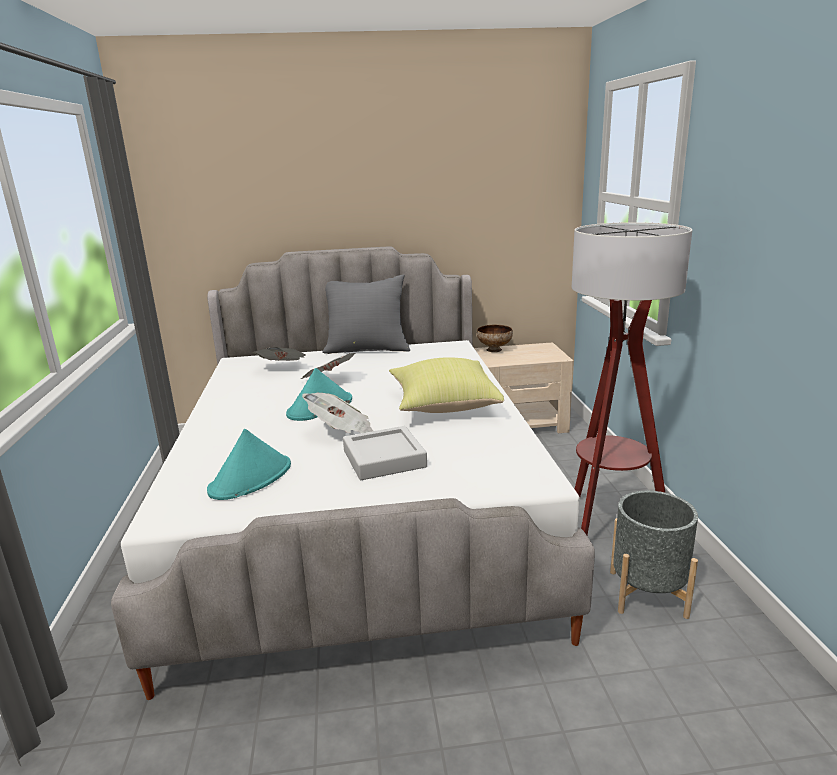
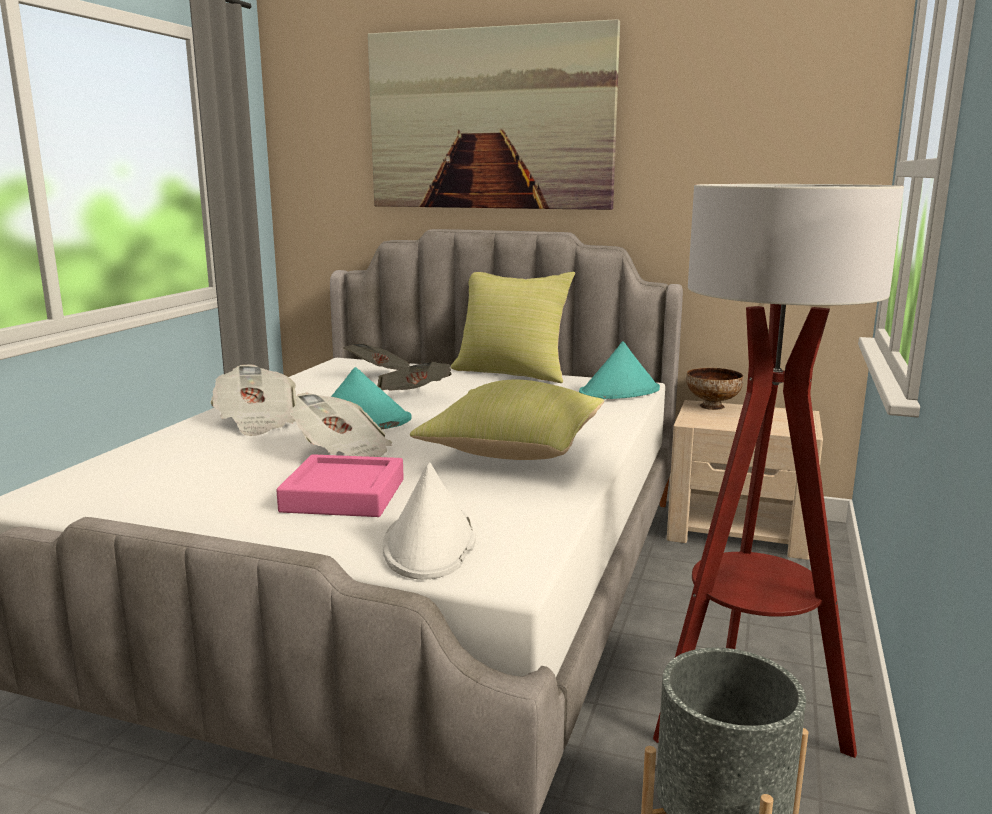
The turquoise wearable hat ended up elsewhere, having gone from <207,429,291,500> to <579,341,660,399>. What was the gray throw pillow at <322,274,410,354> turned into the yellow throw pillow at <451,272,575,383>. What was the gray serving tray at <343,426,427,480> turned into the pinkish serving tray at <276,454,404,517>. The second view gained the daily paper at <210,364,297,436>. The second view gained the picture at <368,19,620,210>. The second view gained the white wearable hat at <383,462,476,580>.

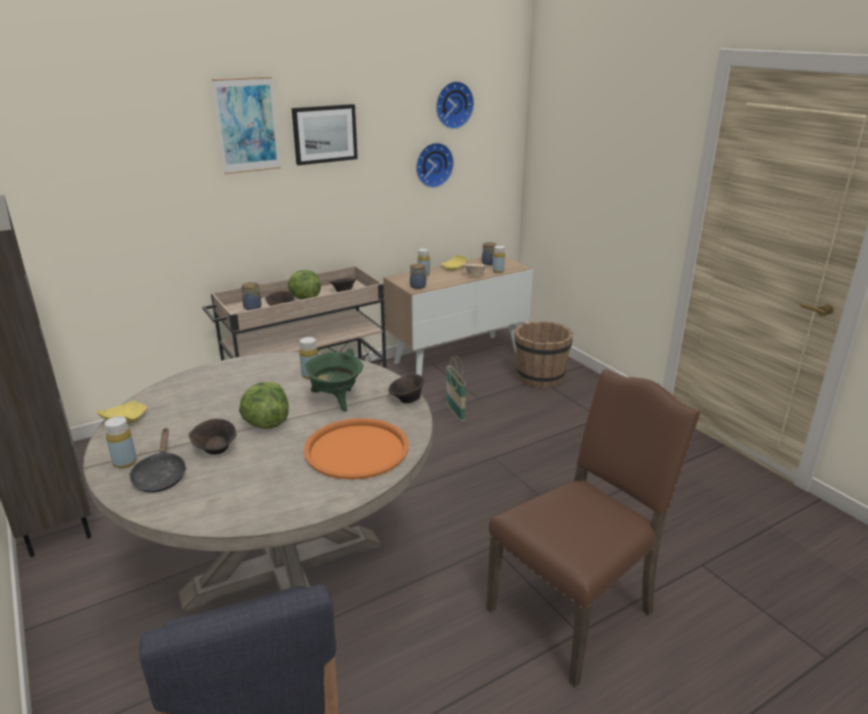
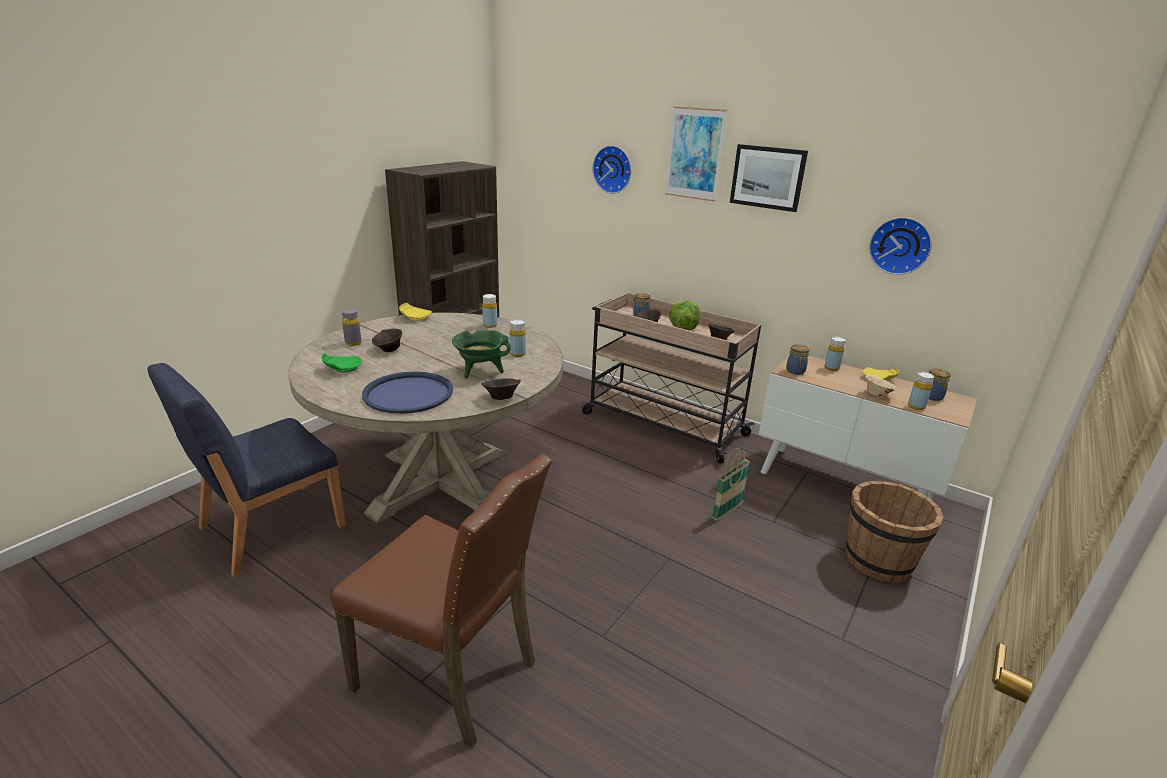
The yellow beverage bottle ended up elsewhere, having gone from <104,416,137,468> to <482,294,497,328>. Where the black pan stood at <129,428,186,493>, the gray beverage bottle came to stand at <342,309,362,346>. The second view lost the lettuce head at <239,382,289,429>. What was the orange-coloured serving tray at <304,418,409,480> turned into the bluish serving tray at <362,372,453,414>. The clock on the wall ended up elsewhere, having gone from <436,81,474,129> to <593,145,631,194>. The second view gained the greenish flat dish at <322,353,362,373>.

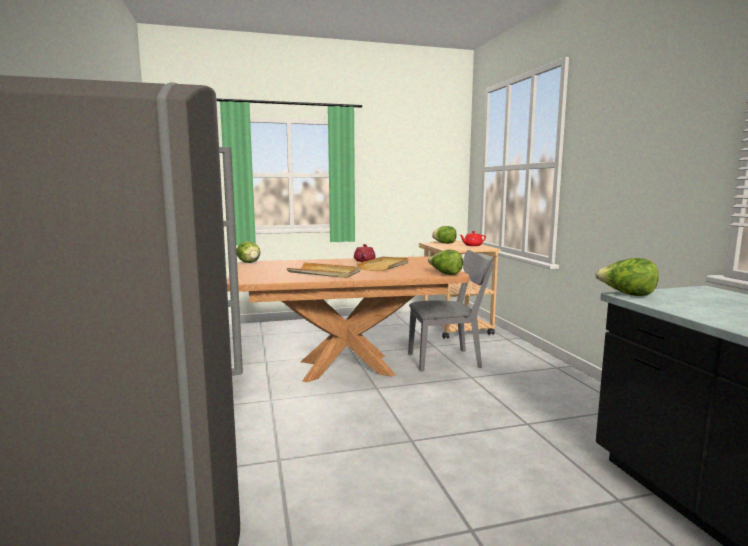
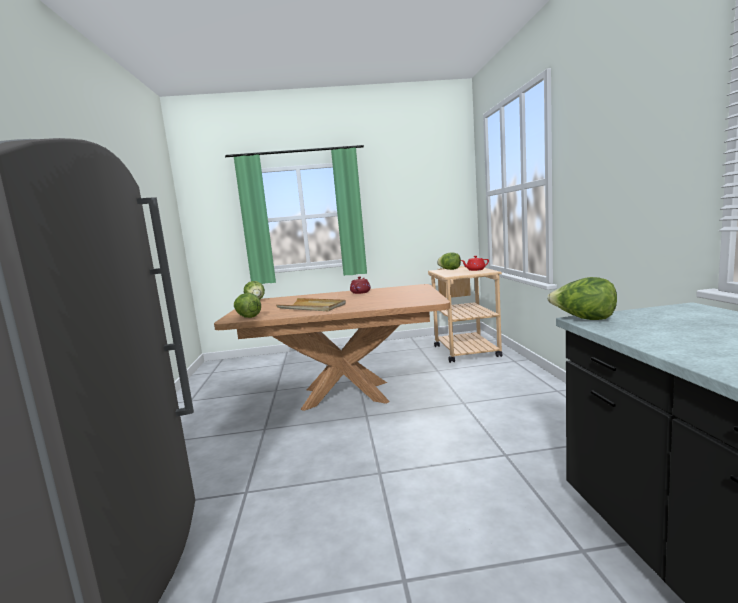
The second view lost the beige-coloured serving tray at <356,257,408,271>. The second view lost the gray chair at <408,250,494,372>. The lettuce head ended up elsewhere, having gone from <428,249,463,275> to <234,293,261,318>.

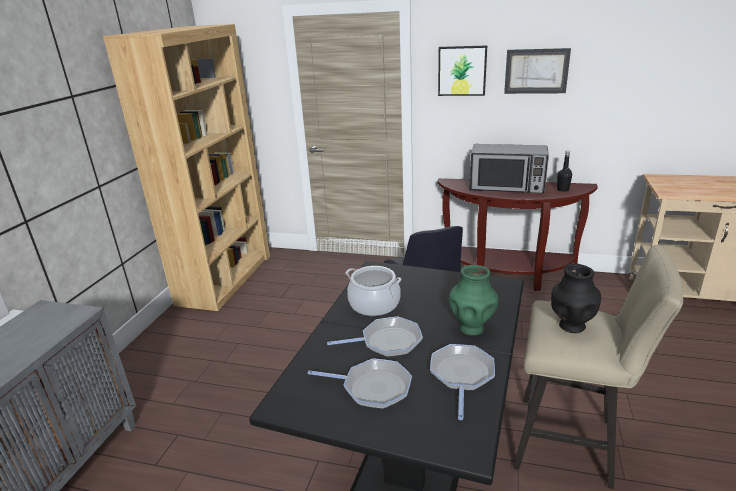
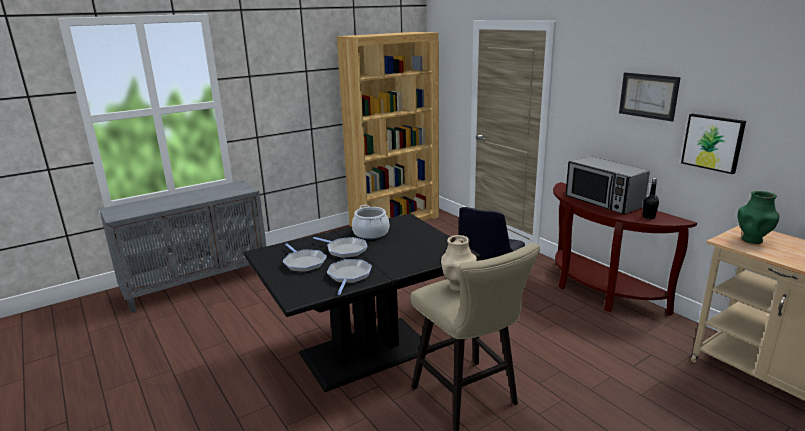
The pan at <430,344,495,420> ended up facing another way, 45 degrees counterclockwise from before. The picture ended up elsewhere, having gone from <438,45,487,96> to <681,114,746,174>. The greenish vase ended up elsewhere, having gone from <449,265,498,336> to <737,191,780,244>. What was the black vase at <551,263,601,333> turned into the beige-coloured vase at <441,235,477,292>.

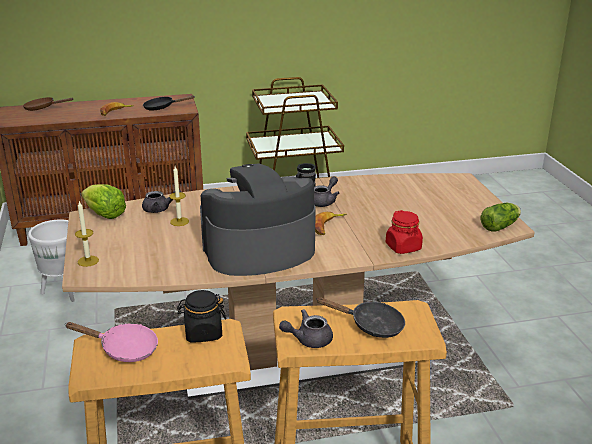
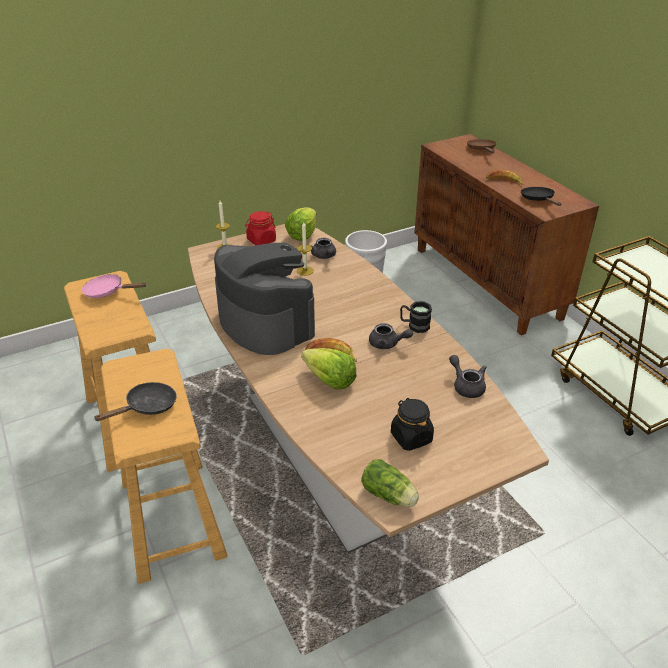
The pinkish pan at <65,322,158,362> ended up facing another way, 105 degrees clockwise from before. The black jar ended up elsewhere, having gone from <177,290,226,343> to <391,398,434,451>. The gray pot for tea ended up elsewhere, having gone from <279,309,333,348> to <449,355,486,398>. The black pan at <317,297,405,338> ended up facing another way, 135 degrees counterclockwise from before. The red jar ended up elsewhere, having gone from <386,210,423,254> to <245,211,276,245>. The second view gained the lettuce head at <301,348,357,390>.

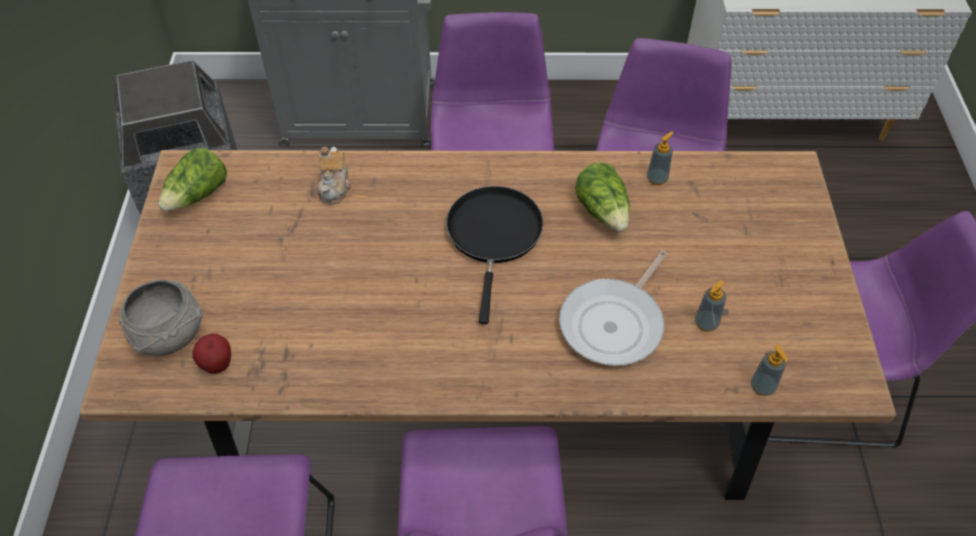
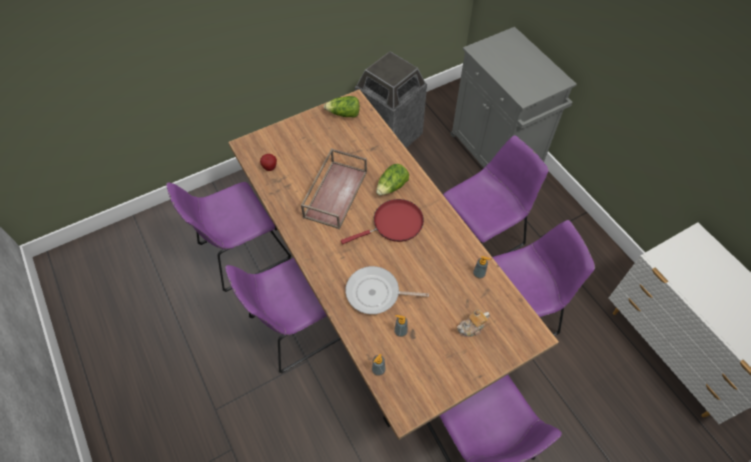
The second view lost the gray deep dish at <119,279,203,356>. The pot for tea ended up elsewhere, having gone from <317,147,352,205> to <457,310,490,337>. What was the black pan at <446,186,544,324> turned into the red pan at <341,199,424,244>. The lettuce head ended up elsewhere, having gone from <575,162,630,232> to <376,164,409,196>. The second view gained the brownish serving tray at <301,148,367,229>.

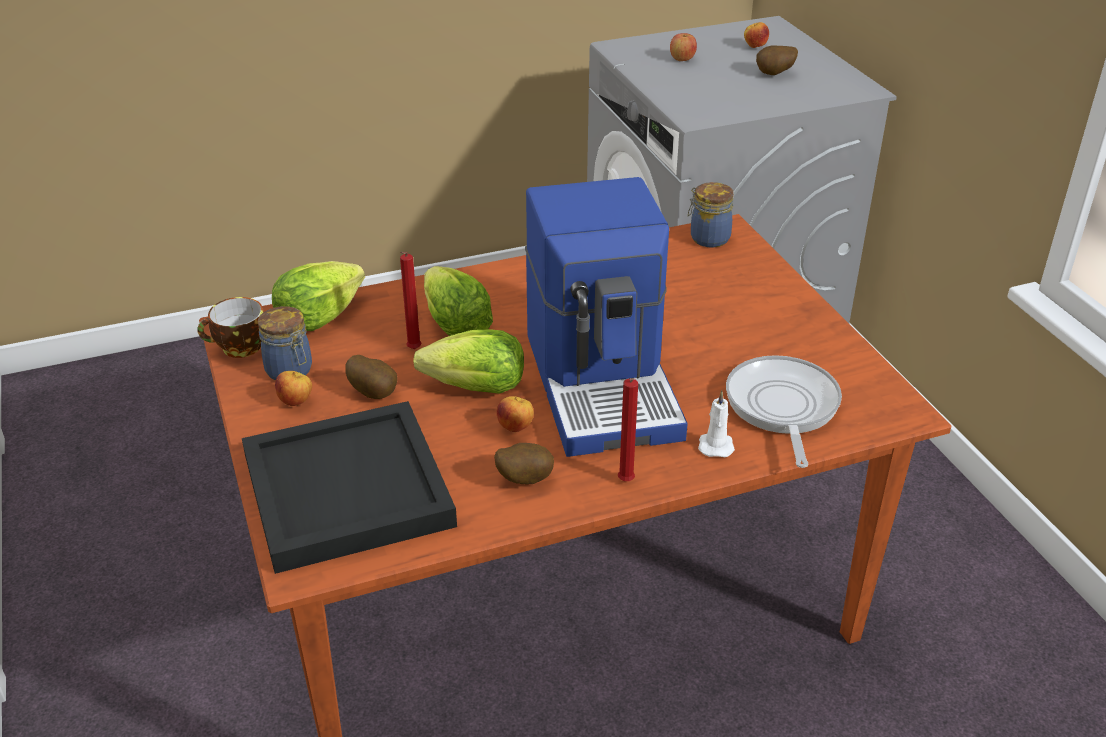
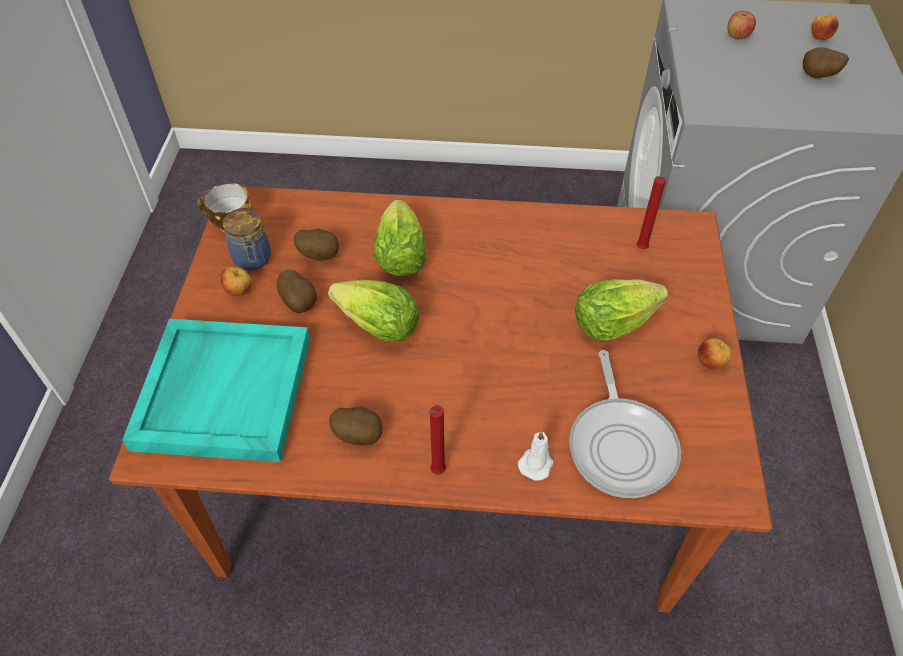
What was the black serving tray at <242,401,457,574> turned into the turquoise serving tray at <122,319,310,462>. The lettuce head ended up elsewhere, having gone from <272,261,365,331> to <575,279,668,342>. The red candle ended up elsewhere, having gone from <400,252,421,349> to <636,176,666,249>. The apple fruit ended up elsewhere, having gone from <497,396,534,432> to <698,338,732,369>. The second view lost the coffee brewer at <525,177,688,457>. The second view lost the jar at <688,182,734,248>. The pan at <726,355,842,468> ended up facing another way, 150 degrees clockwise from before. The second view gained the spud at <294,229,339,261>.

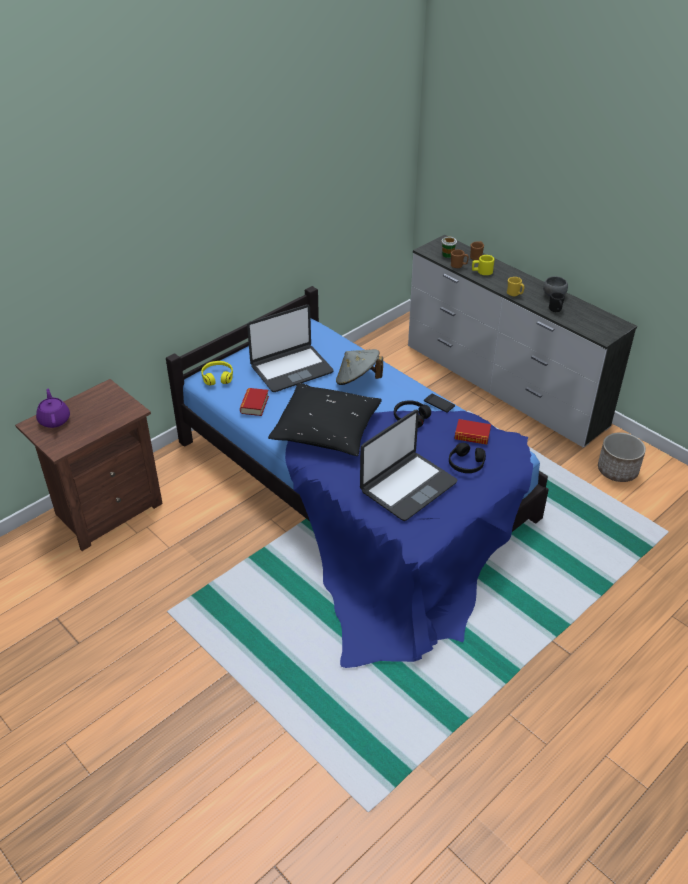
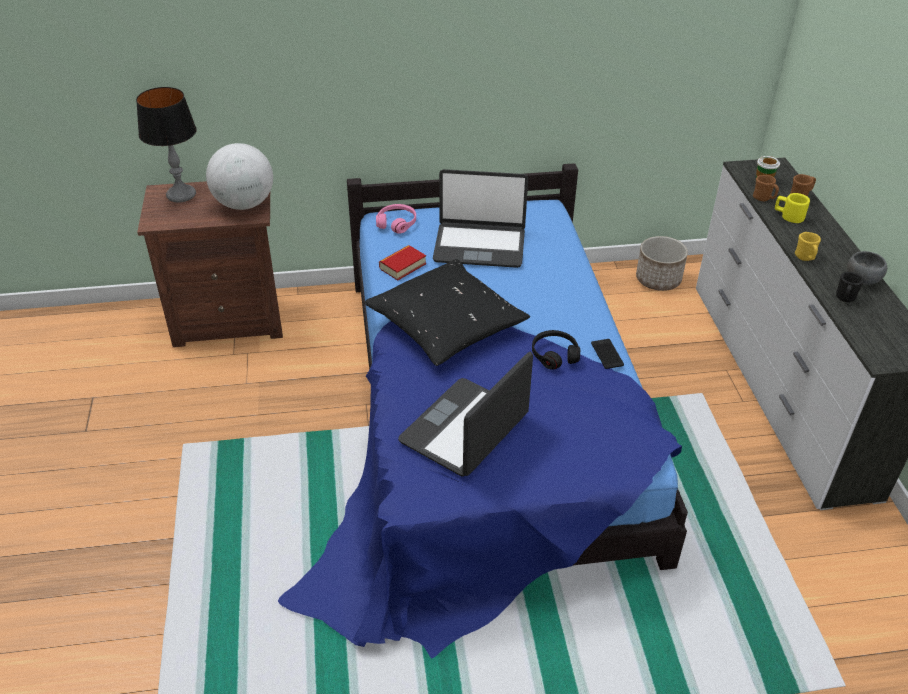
Where the purplish pot for tea stood at <36,389,70,428>, the tabletop lamp came to stand at <136,87,197,203>. What was the yellow pair of headphones at <201,361,233,385> turned into the pinkish pair of headphones at <376,204,416,234>. The second view lost the gray wearable hat at <336,349,383,385>. The laptop at <360,410,458,521> ended up facing another way, 135 degrees clockwise from before. The second view lost the black pair of headphones at <449,443,486,473>. The second view lost the book at <454,419,491,445>. The planter ended up elsewhere, having gone from <598,432,646,482> to <636,236,688,291>. The second view gained the world globe at <206,143,273,210>.

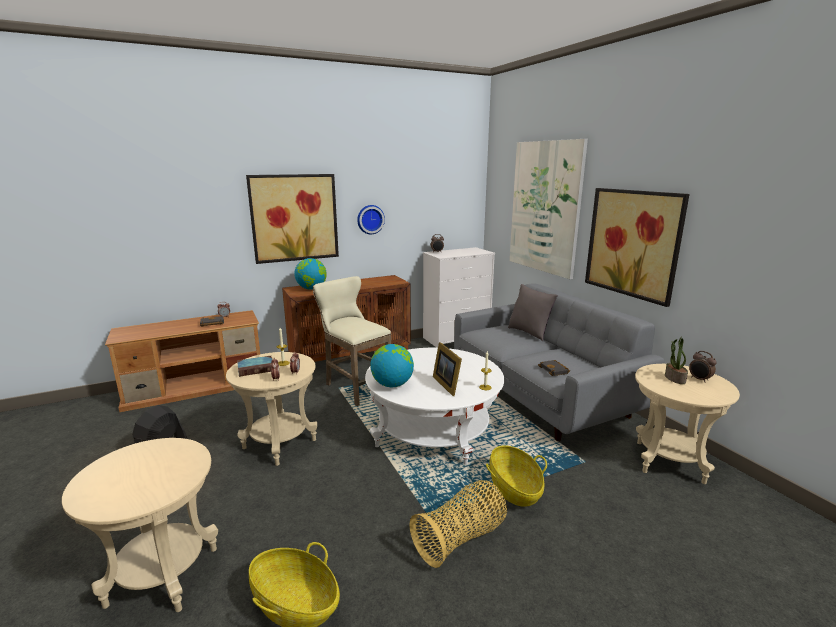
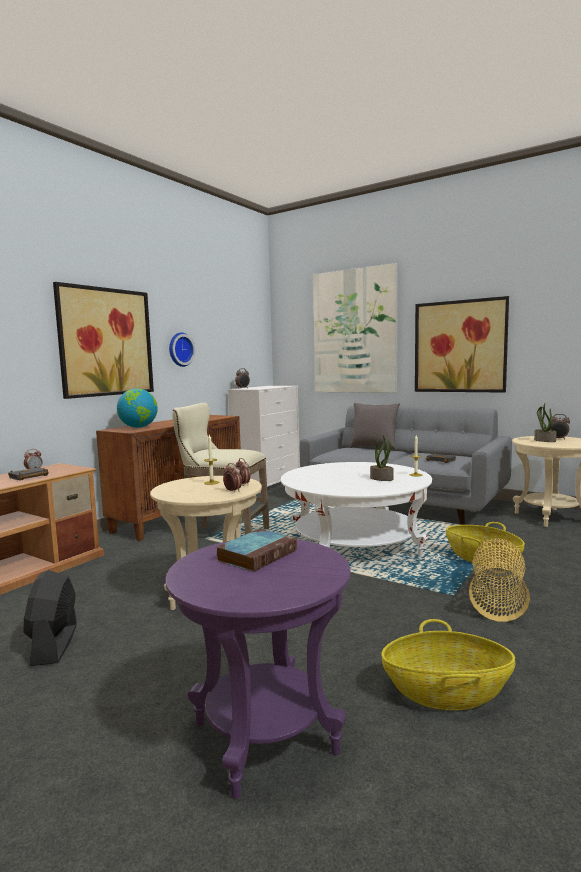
What was the beige-coloured end table at <62,438,218,612> turned into the purplish end table at <165,539,350,799>. The book ended up elsewhere, having gone from <237,356,272,377> to <217,529,297,572>. The second view lost the world globe at <370,344,414,388>. Where the picture frame stood at <433,342,462,396>, the potted plant came to stand at <370,435,393,481>.

